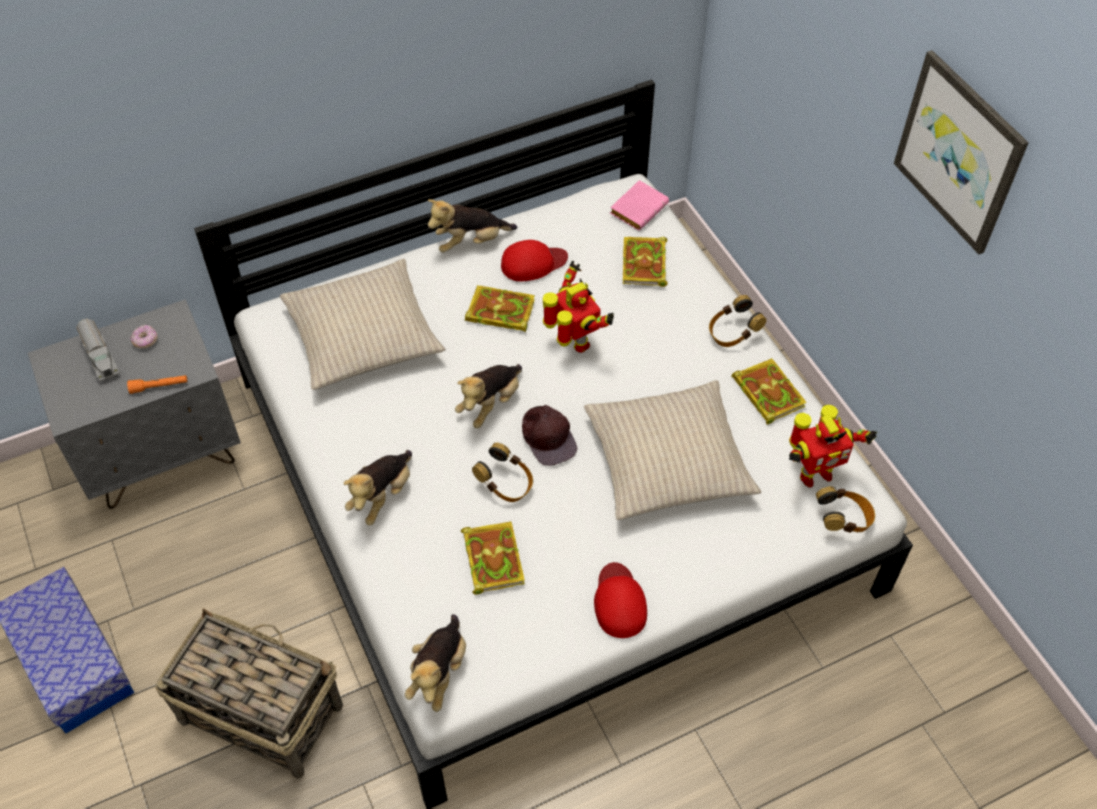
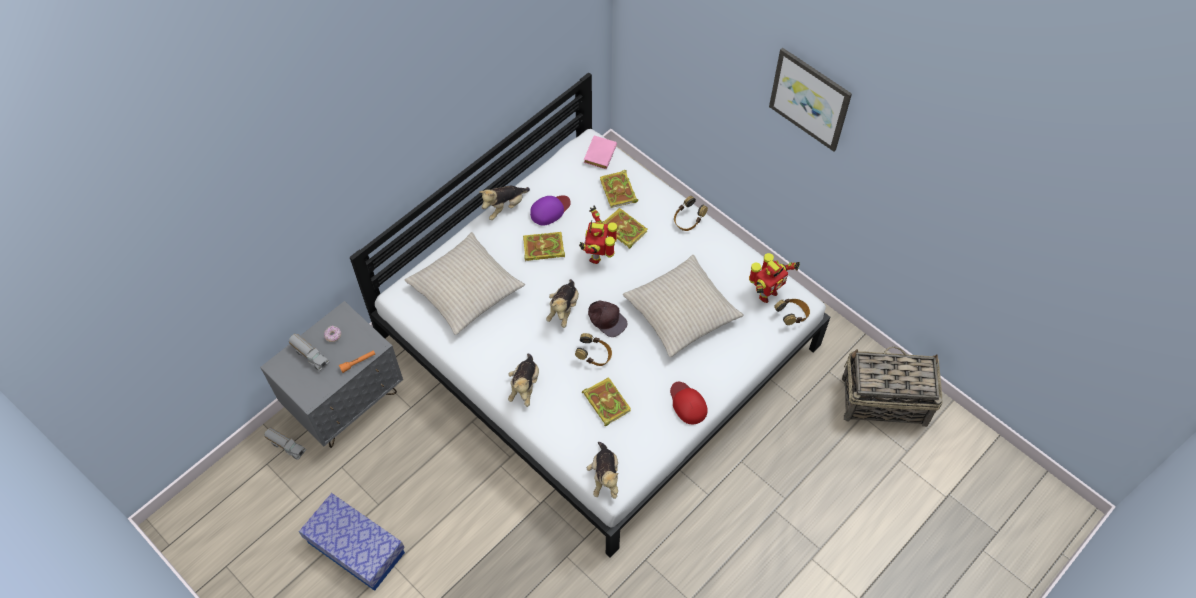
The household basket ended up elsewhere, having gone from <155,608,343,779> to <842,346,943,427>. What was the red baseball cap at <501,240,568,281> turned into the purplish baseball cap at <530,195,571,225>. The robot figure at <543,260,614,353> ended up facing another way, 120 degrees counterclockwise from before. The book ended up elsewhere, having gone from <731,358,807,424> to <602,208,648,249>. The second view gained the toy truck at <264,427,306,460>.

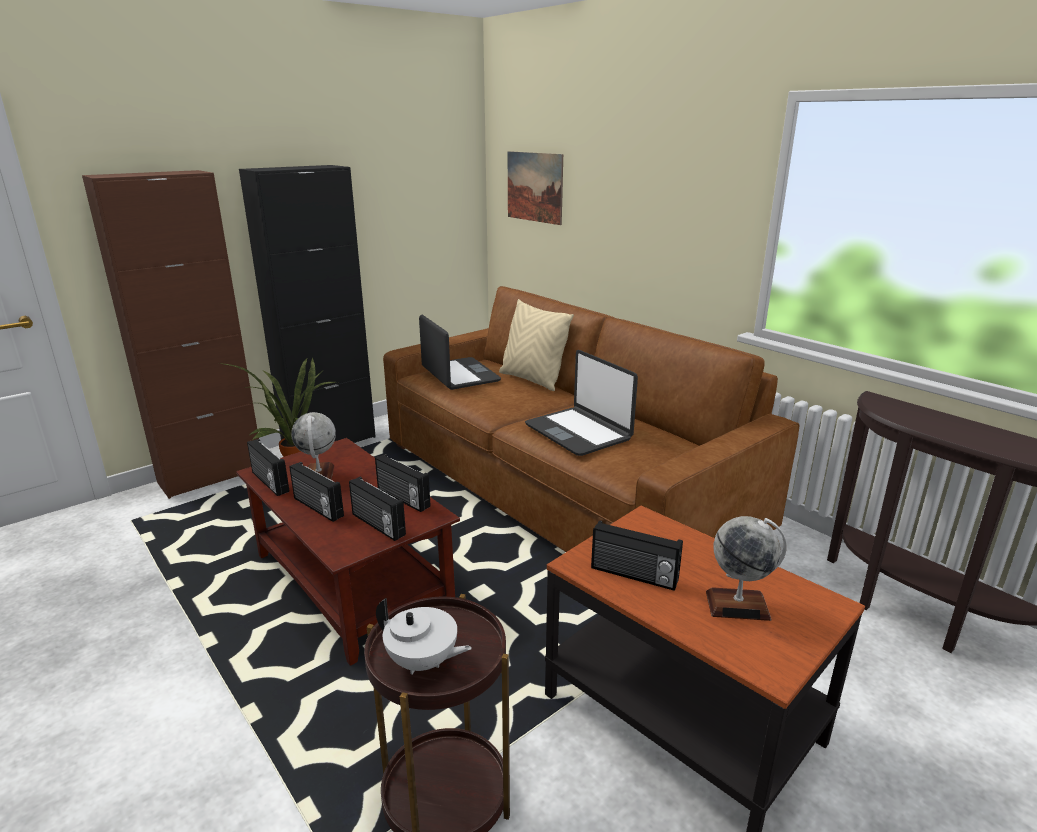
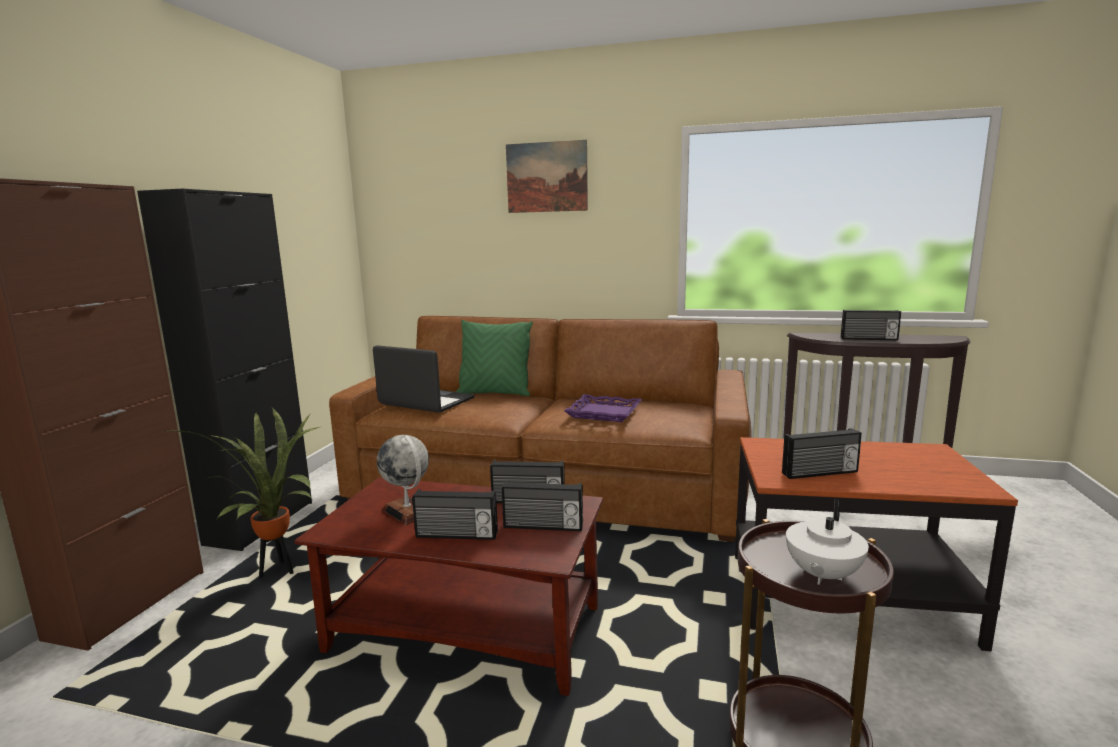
The radio ended up elsewhere, having gone from <247,439,289,496> to <841,310,901,340>. The white pot for tea at <376,598,472,675> ended up facing another way, 135 degrees clockwise from before. What was the beige-coloured throw pillow at <499,299,574,391> turned into the greenish throw pillow at <456,320,533,396>. The picture ended up elsewhere, having gone from <508,151,563,225> to <506,140,588,213>. Where the laptop stood at <525,350,638,456>, the purplish serving tray came to stand at <564,394,642,422>. The second view lost the world globe at <706,516,787,621>.

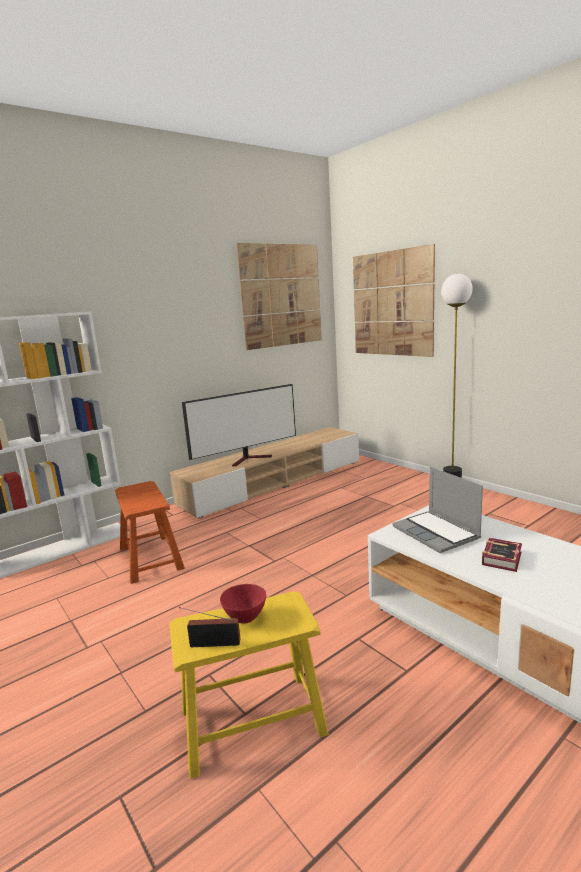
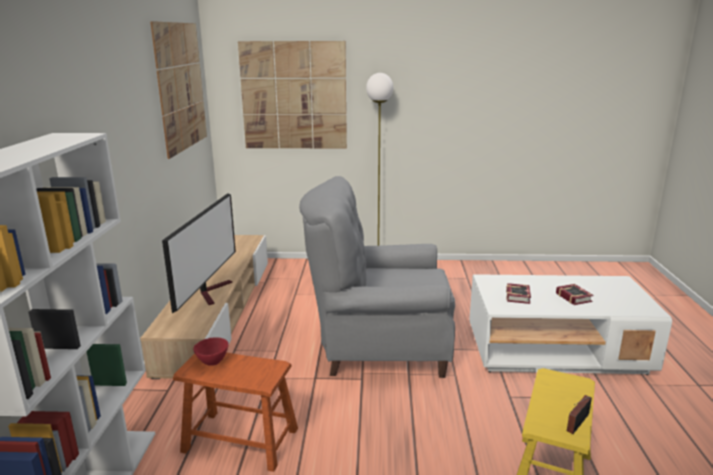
The red deep dish ended up elsewhere, having gone from <220,584,266,624> to <193,337,229,366>. Where the laptop stood at <392,467,483,553>, the book came to stand at <506,283,531,304>. The second view gained the gray lounge chair at <299,176,455,378>.

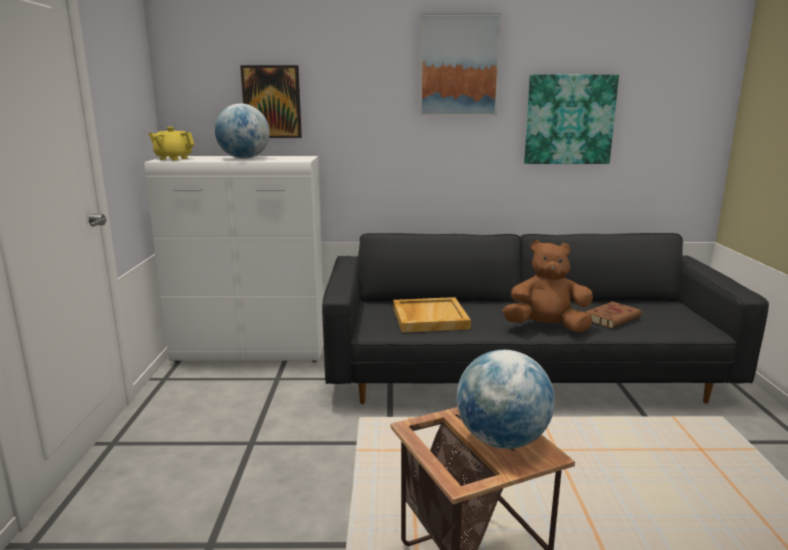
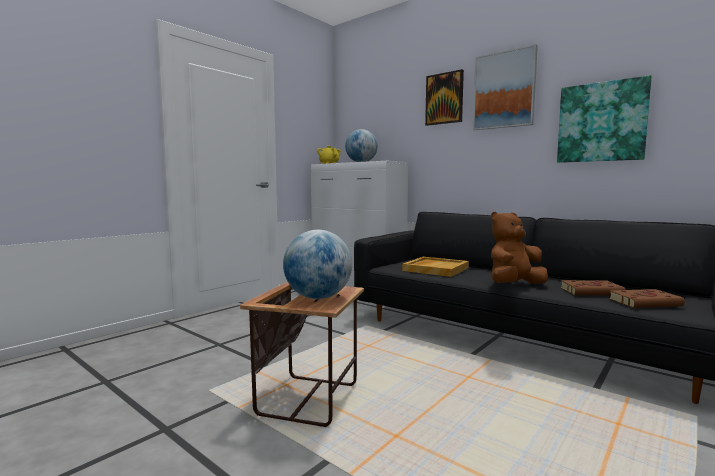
The picture ended up elsewhere, having gone from <240,65,302,138> to <425,69,464,126>. The brownish plush toy at <502,240,593,332> ended up facing another way, 75 degrees counterclockwise from before. The second view gained the brownish book at <609,289,685,308>.

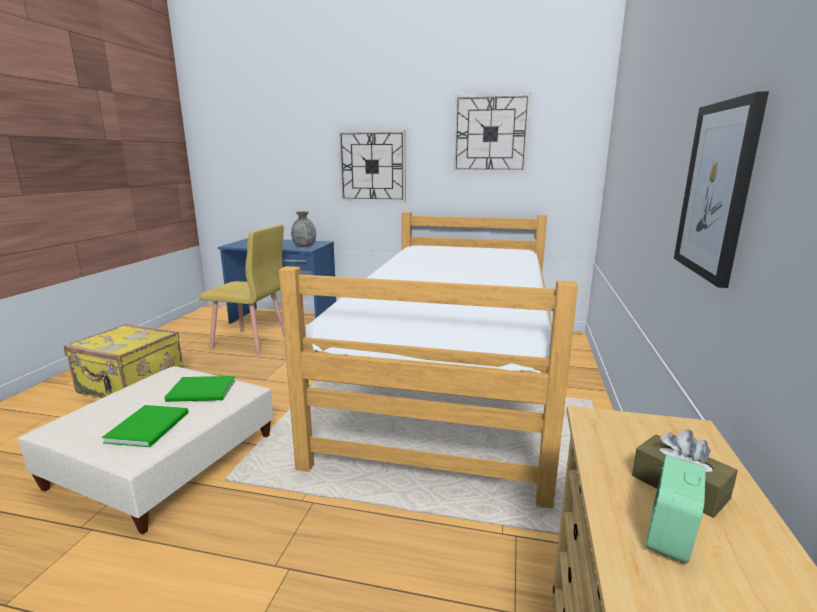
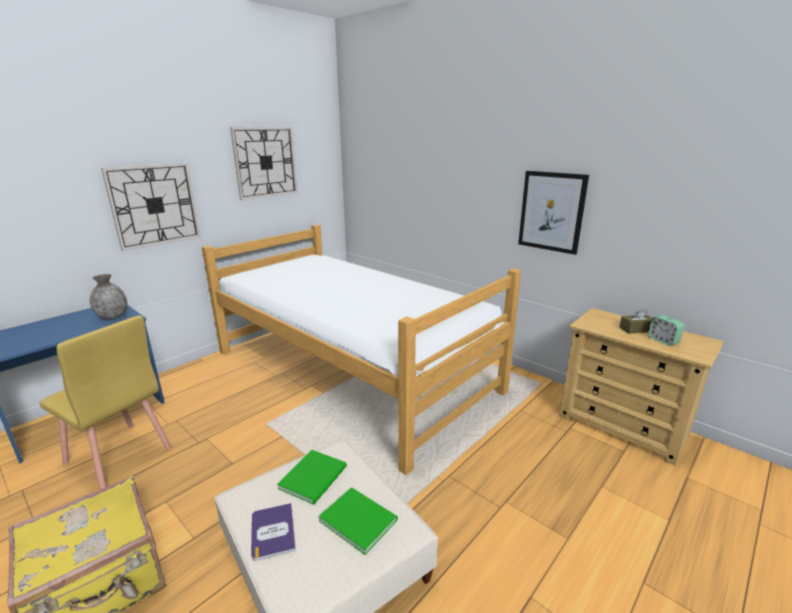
The yellow chair at <198,224,284,355> ended up facing another way, 75 degrees clockwise from before. The second view gained the book at <251,503,296,561>.

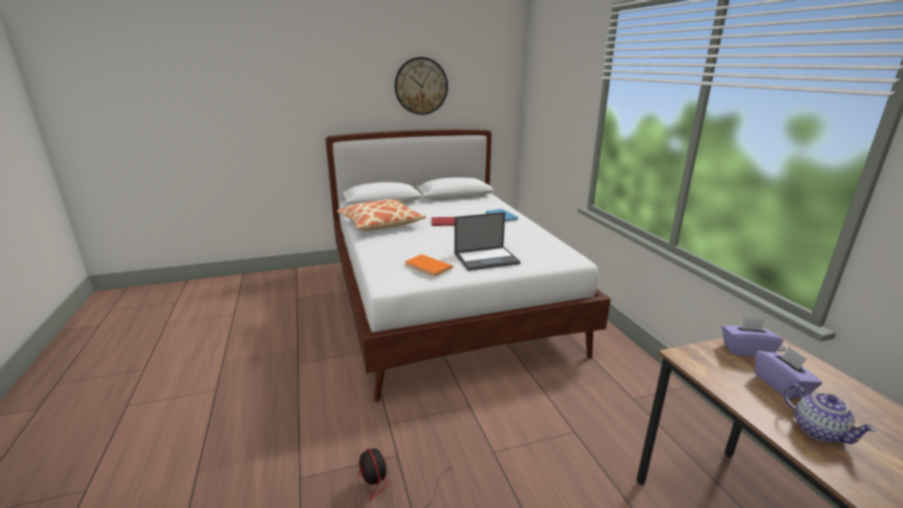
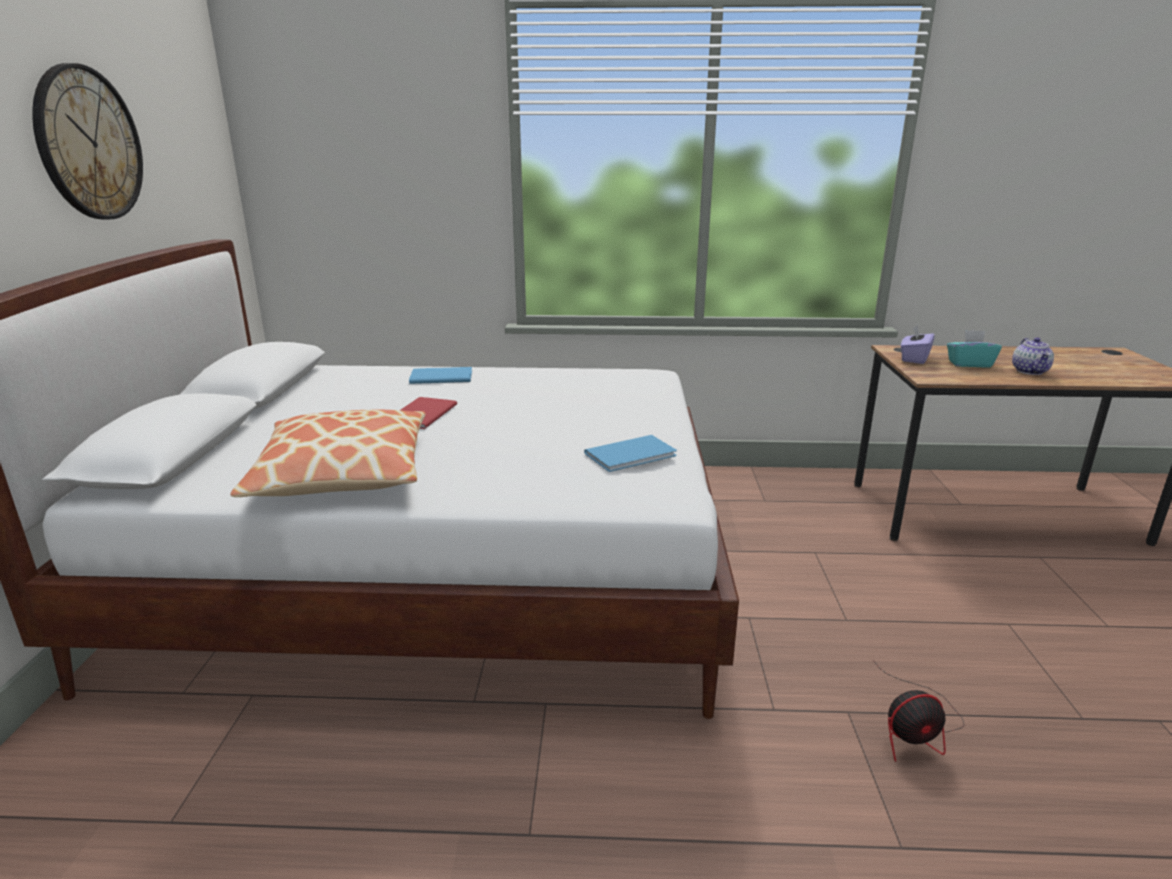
What was the orange-coloured book at <405,254,453,276> turned into the bluish book at <584,435,677,472>. The second view lost the laptop at <454,212,521,271>. What was the purplish box of tissues at <755,347,822,400> turned into the turquoise box of tissues at <947,330,1002,368>. The pot for tea at <784,384,877,444> ended up facing another way, 105 degrees clockwise from before.

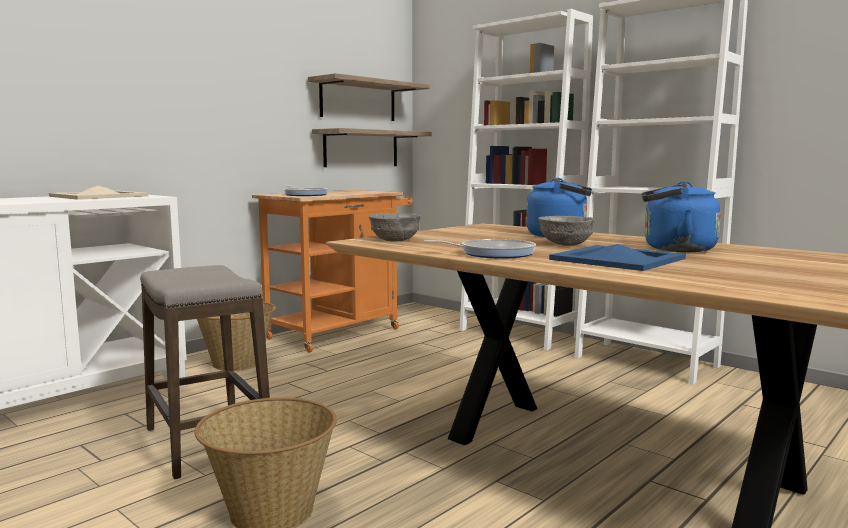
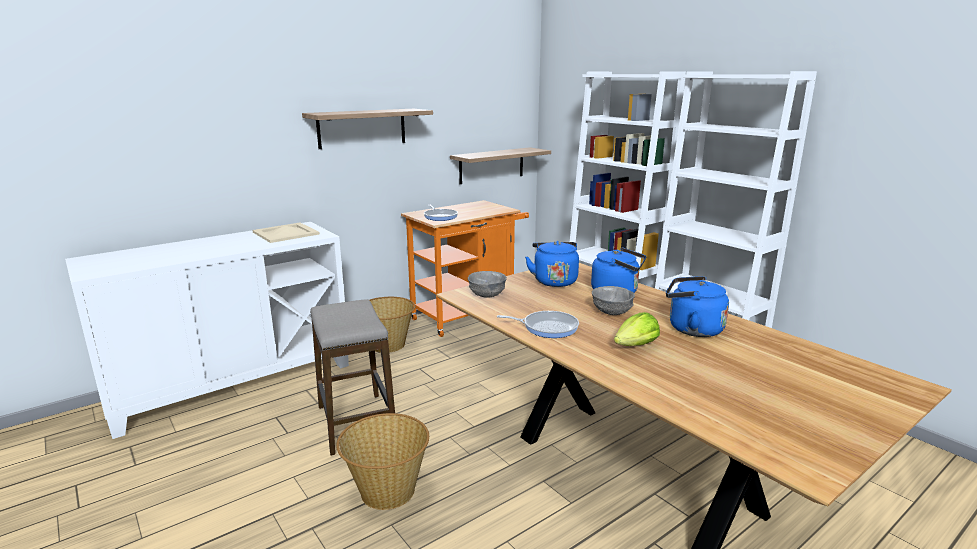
The wall shelf ended up elsewhere, having gone from <308,73,430,121> to <302,109,433,149>. Where the bluish serving tray stood at <549,244,686,271>, the lettuce head came to stand at <614,312,660,346>. The second view gained the bluish kettle at <525,241,579,287>.

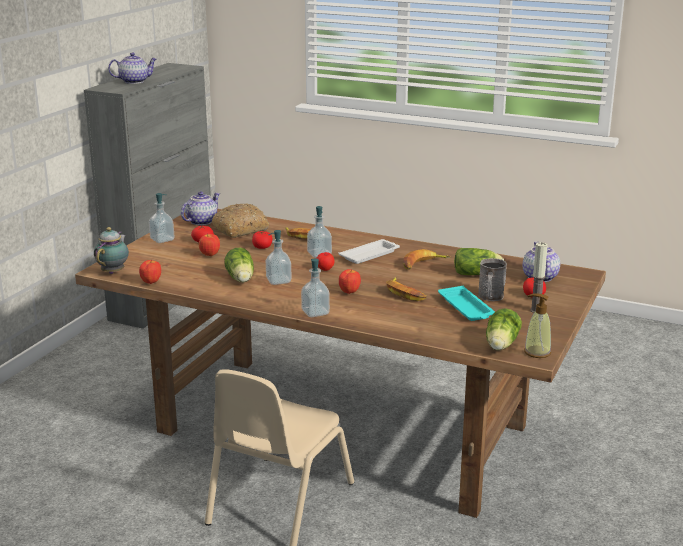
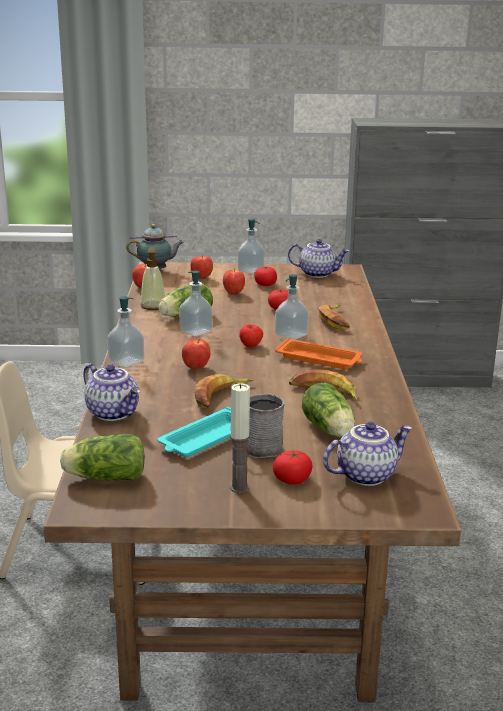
The pot for tea ended up elsewhere, having gone from <108,52,157,84> to <84,364,141,421>. The second view lost the bakery bread at <212,203,269,238>. What was the white serving tray at <338,239,400,264> turned into the orange-coloured serving tray at <275,338,363,369>. The liquid soap bottle ended up elsewhere, having gone from <524,293,551,358> to <141,247,165,310>. The second view gained the apple fruit at <191,256,213,279>.

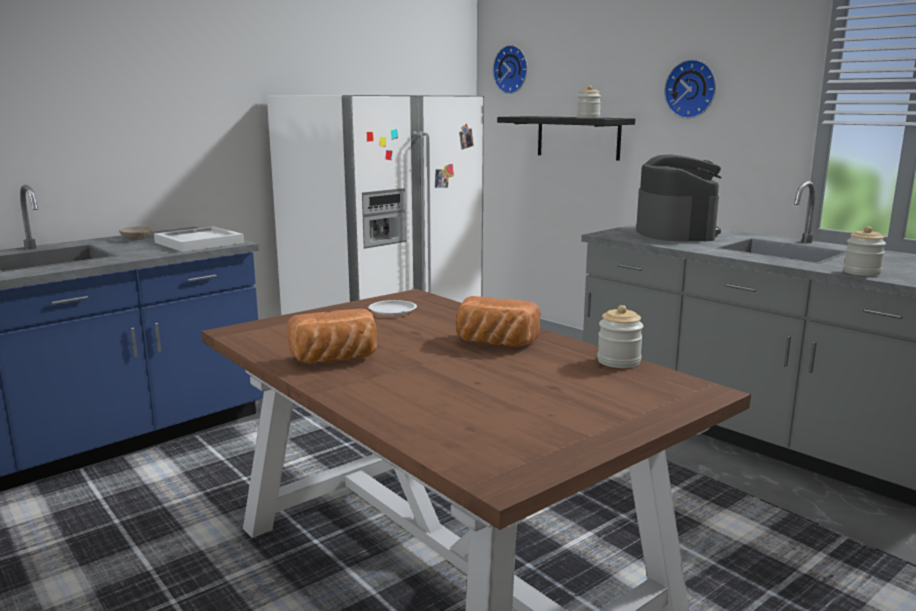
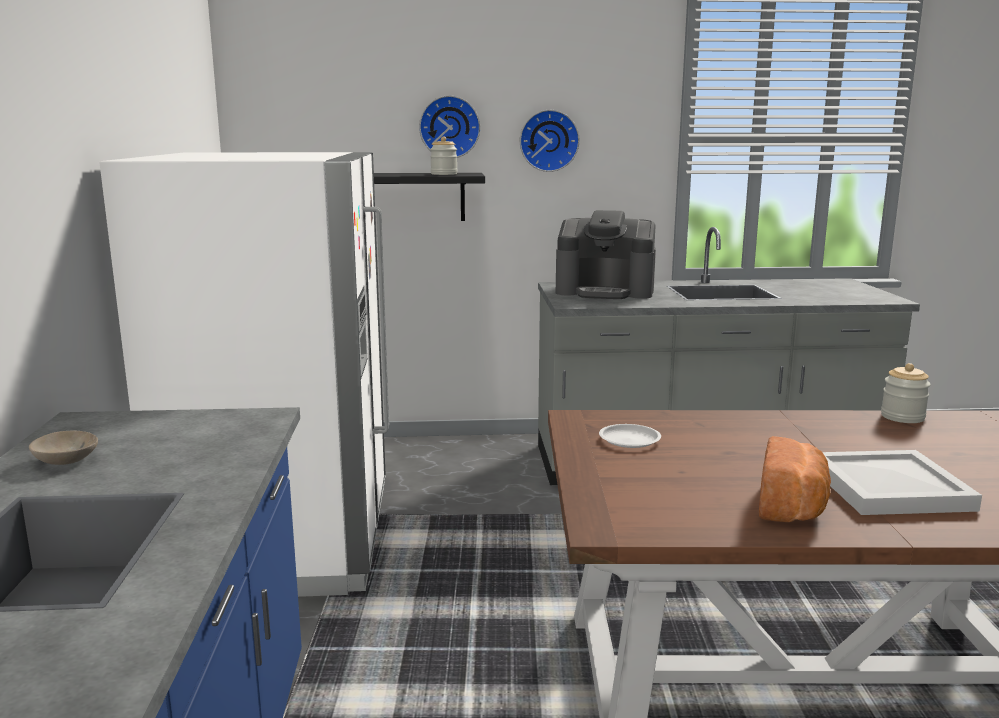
The white serving tray ended up elsewhere, having gone from <154,226,244,252> to <822,450,982,515>. The second view lost the bakery bread at <456,296,541,347>. The clock on the wall ended up elsewhere, having gone from <493,45,527,94> to <419,95,480,158>. The coffee brewer at <636,154,722,241> ended up facing another way, 150 degrees clockwise from before. The second view lost the jar at <843,226,886,276>.

